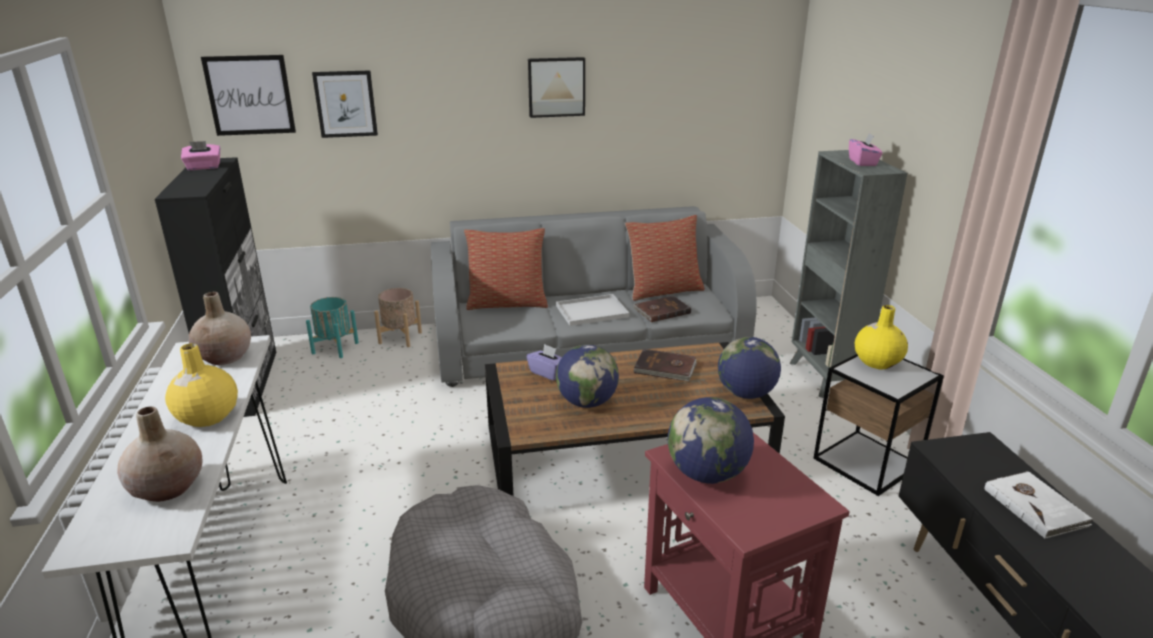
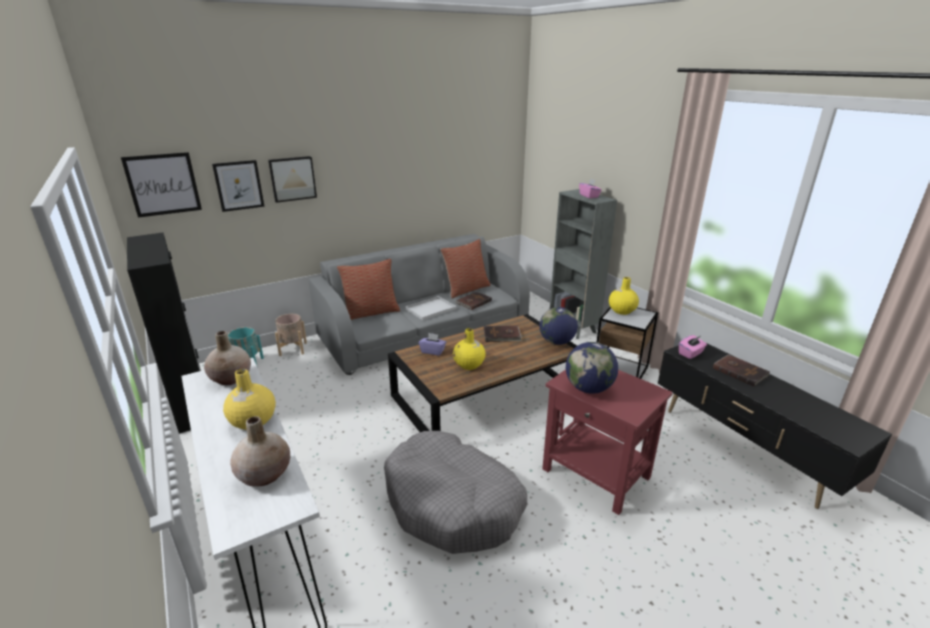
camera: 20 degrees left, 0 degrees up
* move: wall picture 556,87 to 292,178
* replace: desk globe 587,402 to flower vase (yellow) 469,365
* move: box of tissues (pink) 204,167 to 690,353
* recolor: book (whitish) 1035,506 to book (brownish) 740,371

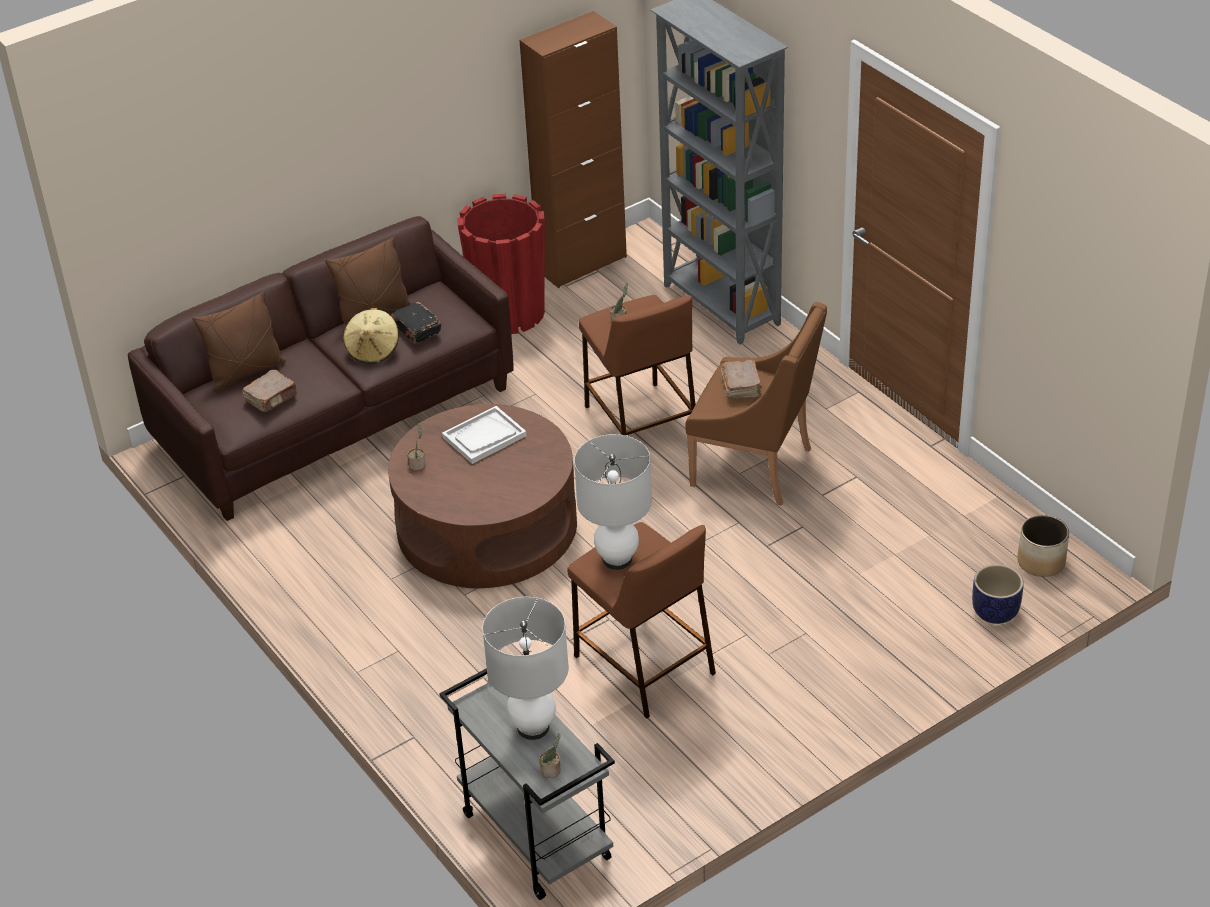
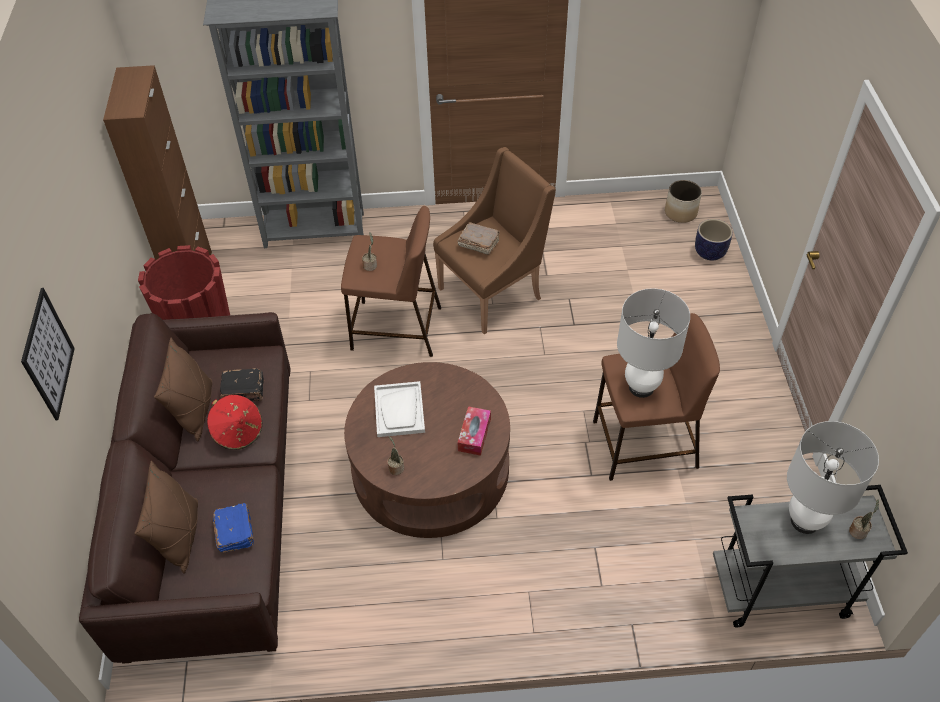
camera: 60 degrees left, 10 degrees up
* insert: wall picture 48,354
* recolor: clothing hat (beige-coloured) 373,350 to clothing hat (reddish) 238,431
* recolor: book (brownish) 271,398 to book (bluish) 235,531
* insert: box of tissues 474,435

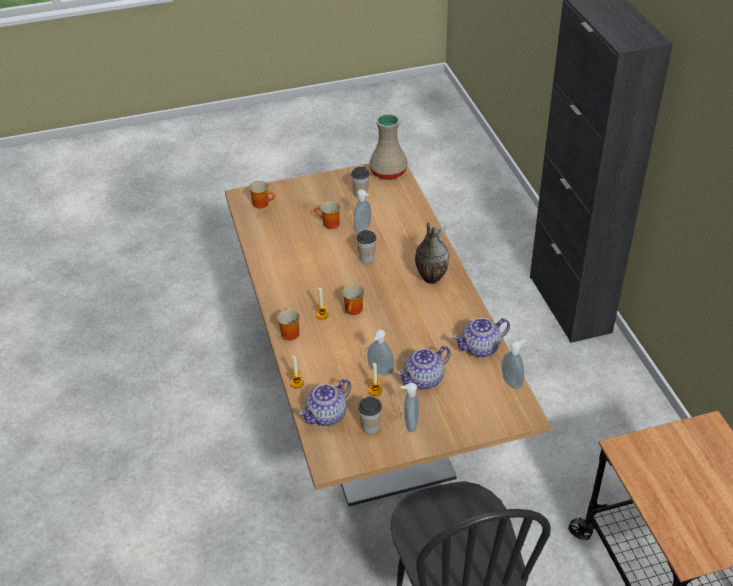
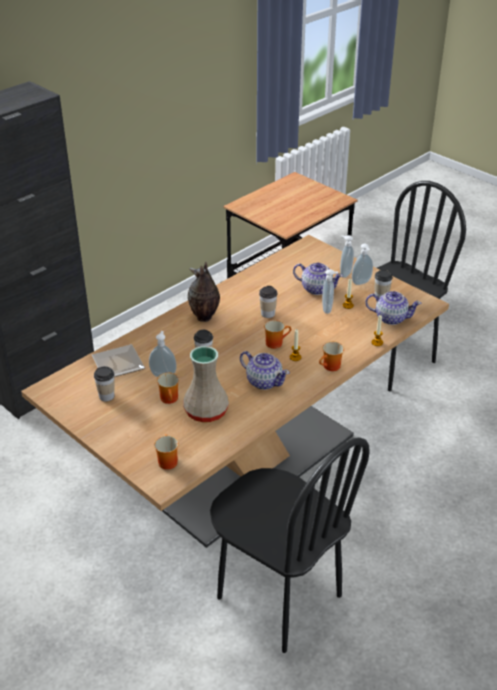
camera: 120 degrees left, 5 degrees down
* insert: flat dish 120,365
* move: flower vase (beige-coloured) 389,172 to 205,411
* insert: upright chair (blackish) 278,597
* move: pot for tea 481,348 to 264,381
* insert: drinking cup 267,314
* move: soap bottle 512,382 to 344,273

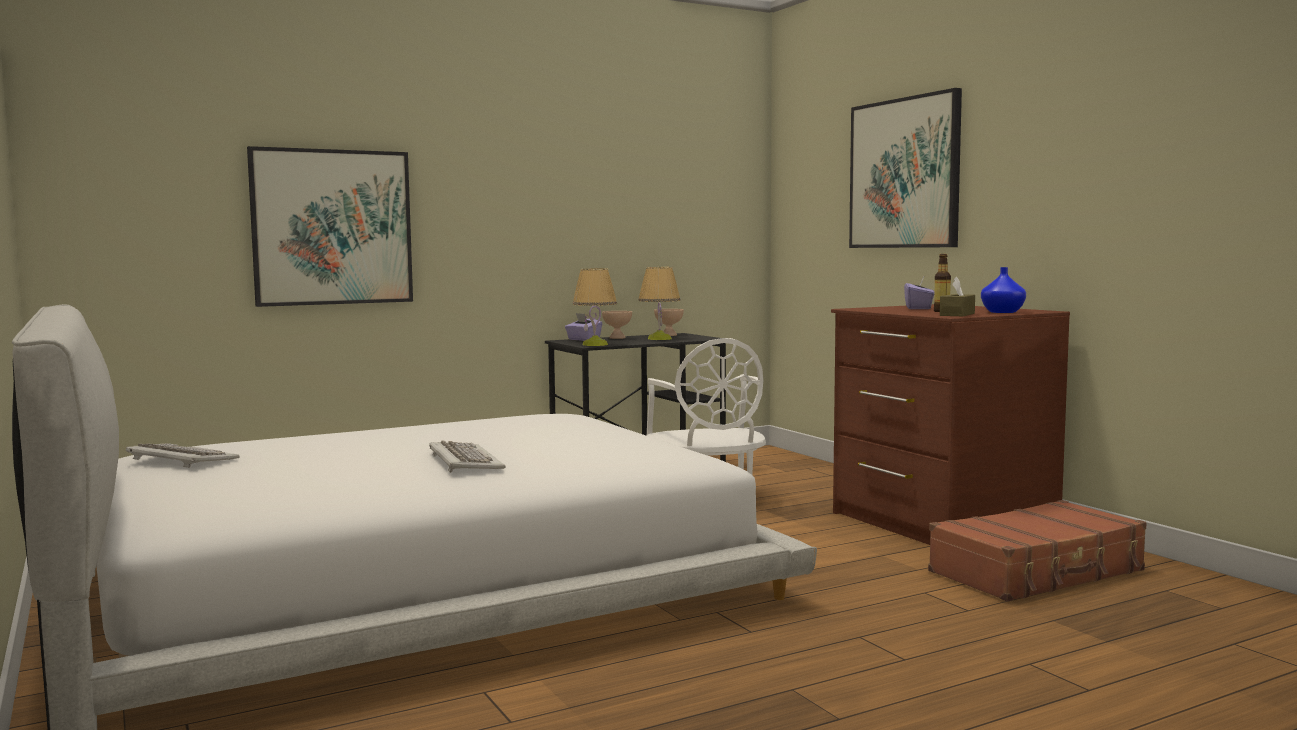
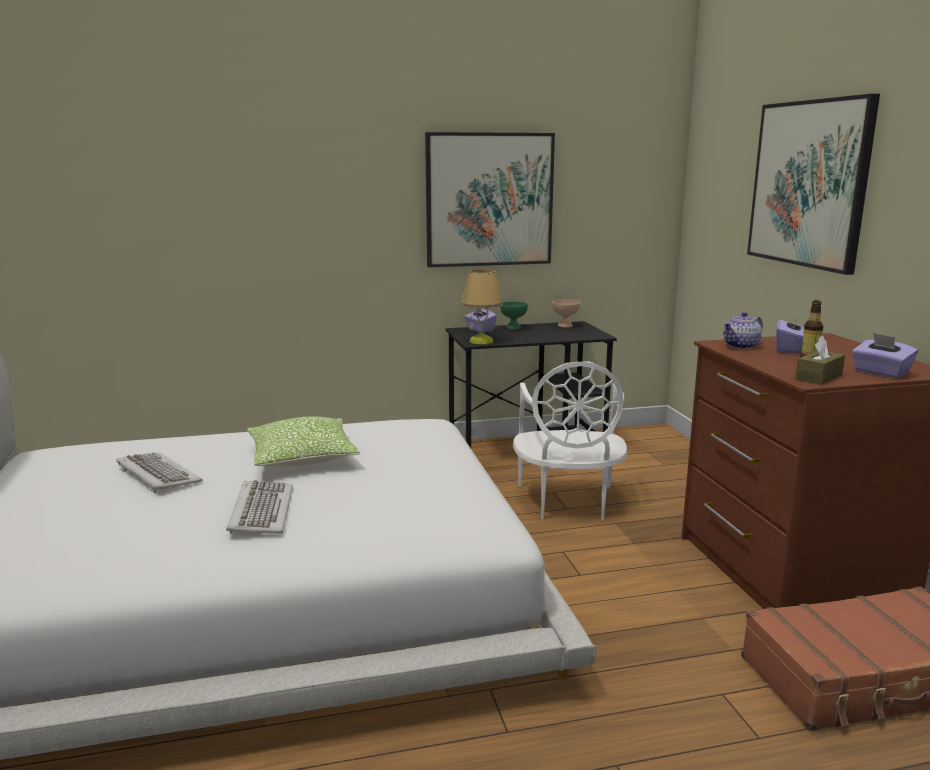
camera: 15 degrees right, 10 degrees up
* move: keyboard 181,459 to 157,475
* insert: pillow 302,458
* move: wall picture 332,227 to 489,200
* recolor: deep dish (beige-coloured) 617,338 to deep dish (green) 513,328
* insert: pot for tea 741,346
* replace: flower vase (bluish) 1003,312 to box of tissues (purple-coloured) 880,373
* delete: lamp for a table 659,339

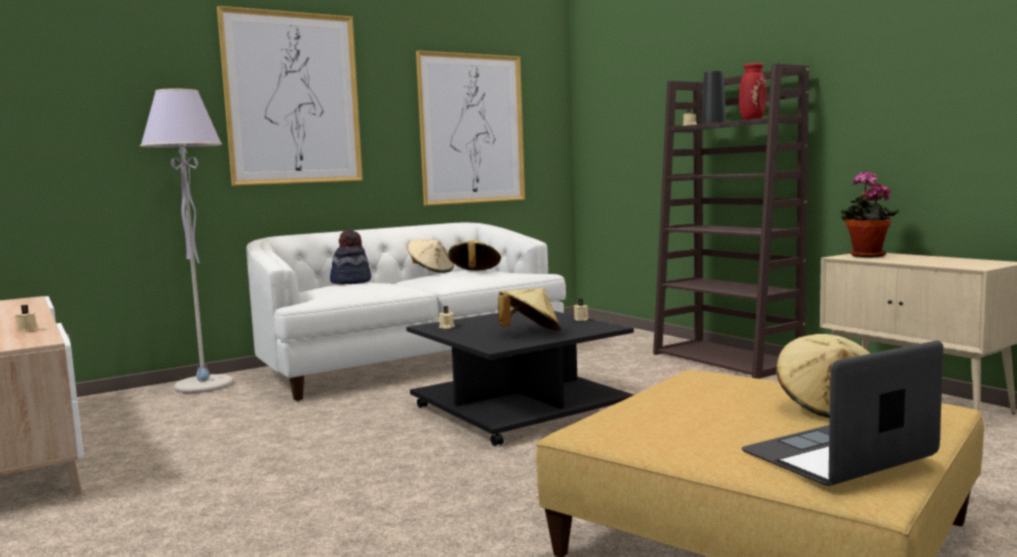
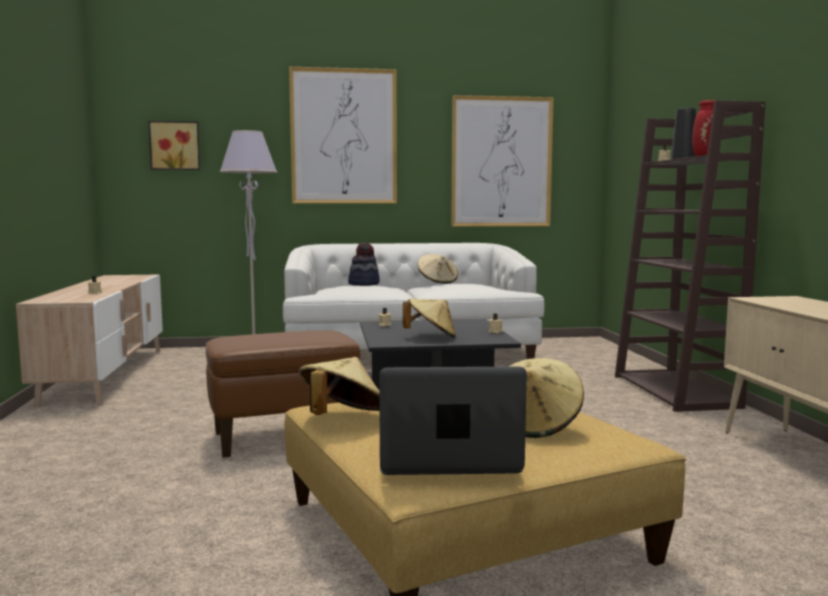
camera: 25 degrees right, 0 degrees up
* insert: wall picture 175,145
* insert: pouffe (brownish) 283,437
* move: clothing hat (beige-coloured) 474,273 to 342,418
* delete: potted plant 865,256

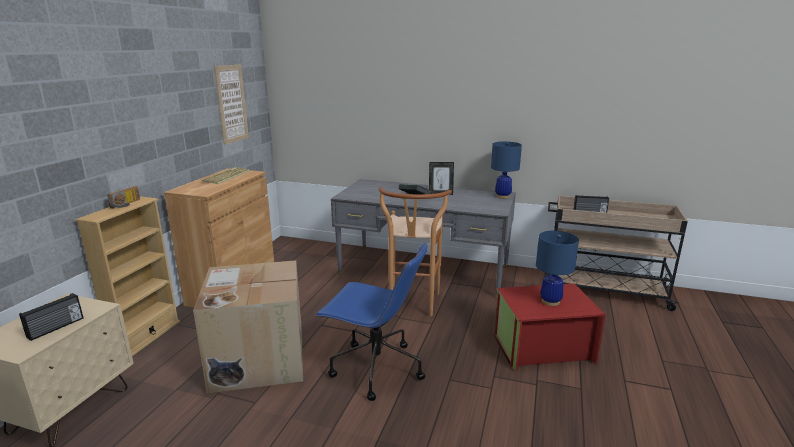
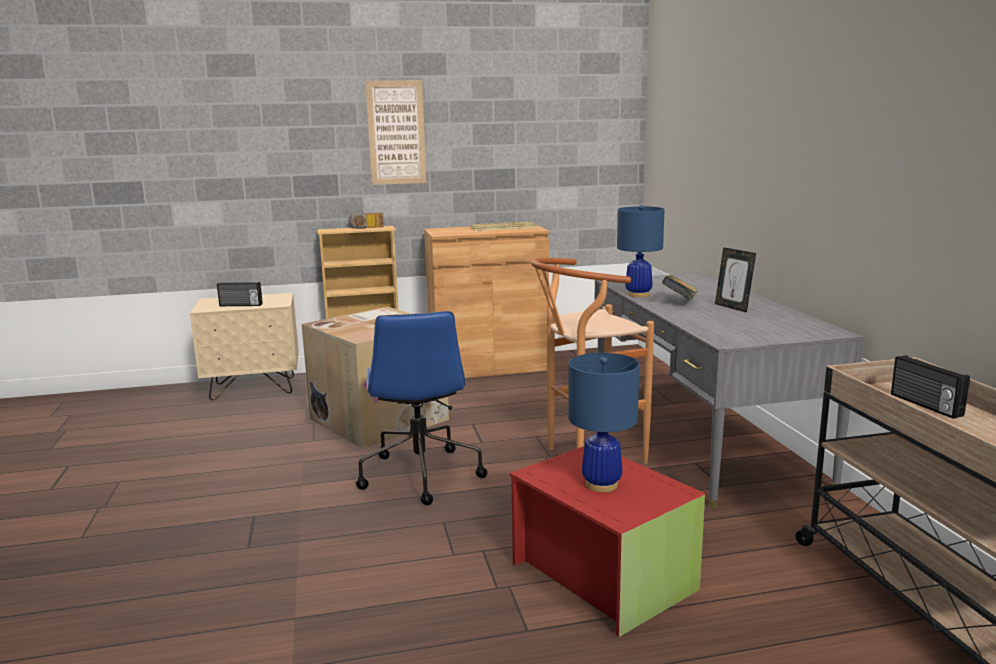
camera: 60 degrees right, 5 degrees down
* move: wall picture 232,104 to 396,133
* move: lamp for a table (bluish) 502,196 to 638,294

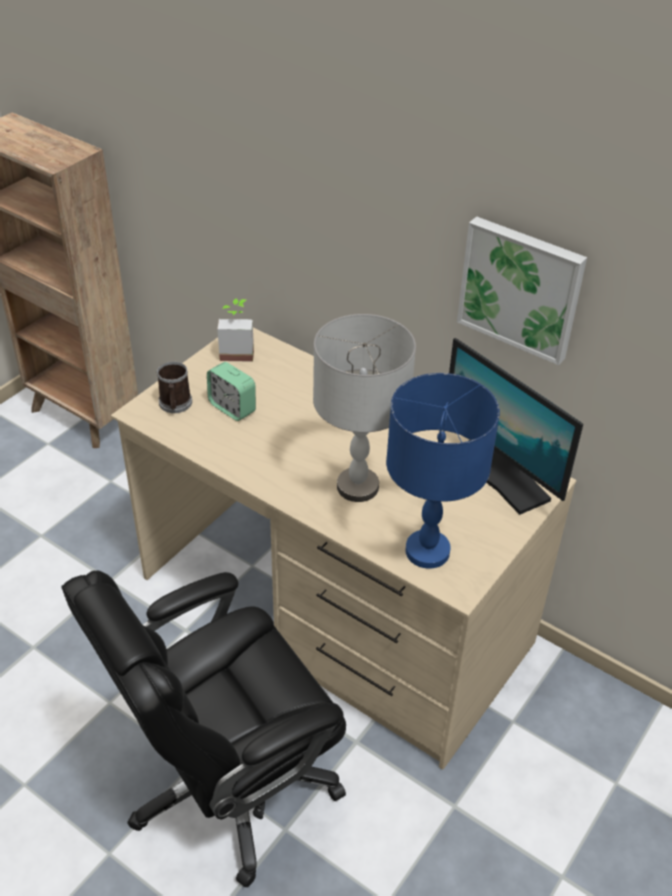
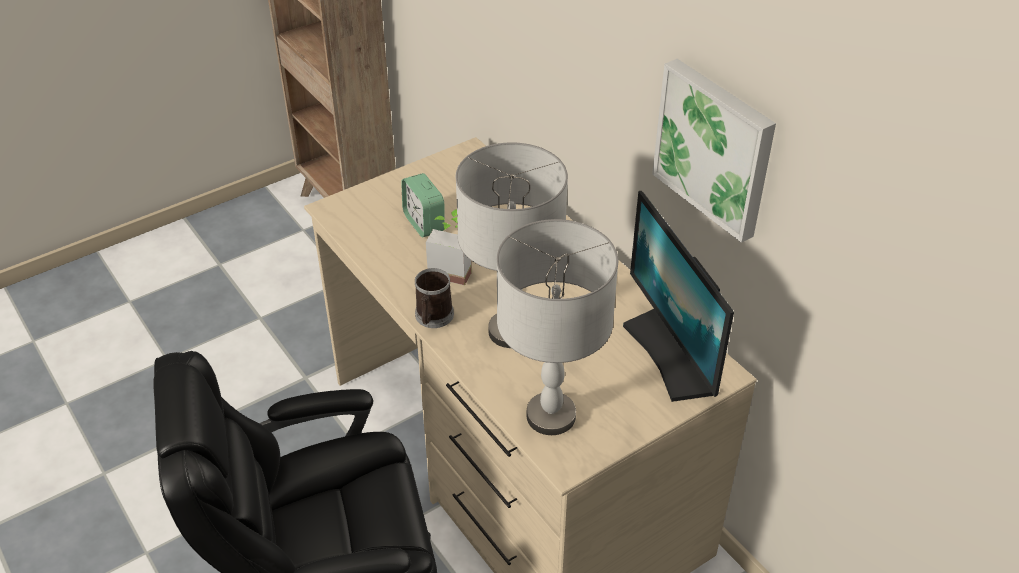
camera: 20 degrees right, 0 degrees up
* move: tea mug 175,405 to 433,317
* move: potted plant 237,351 to 452,269
* recolor: lamp for a table (bluish) 427,552 to lamp for a table (gray) 551,417

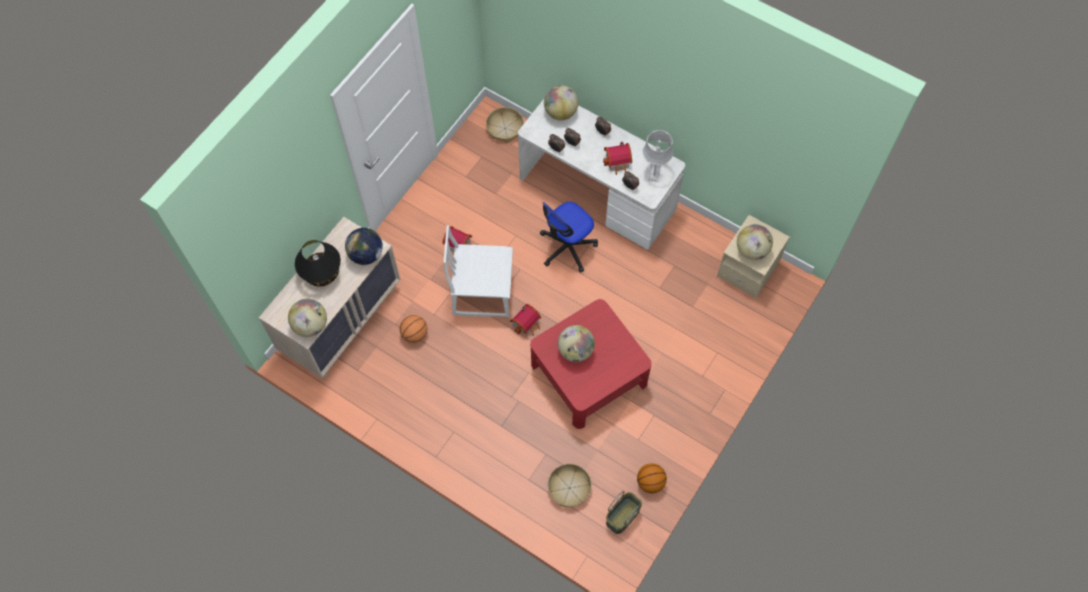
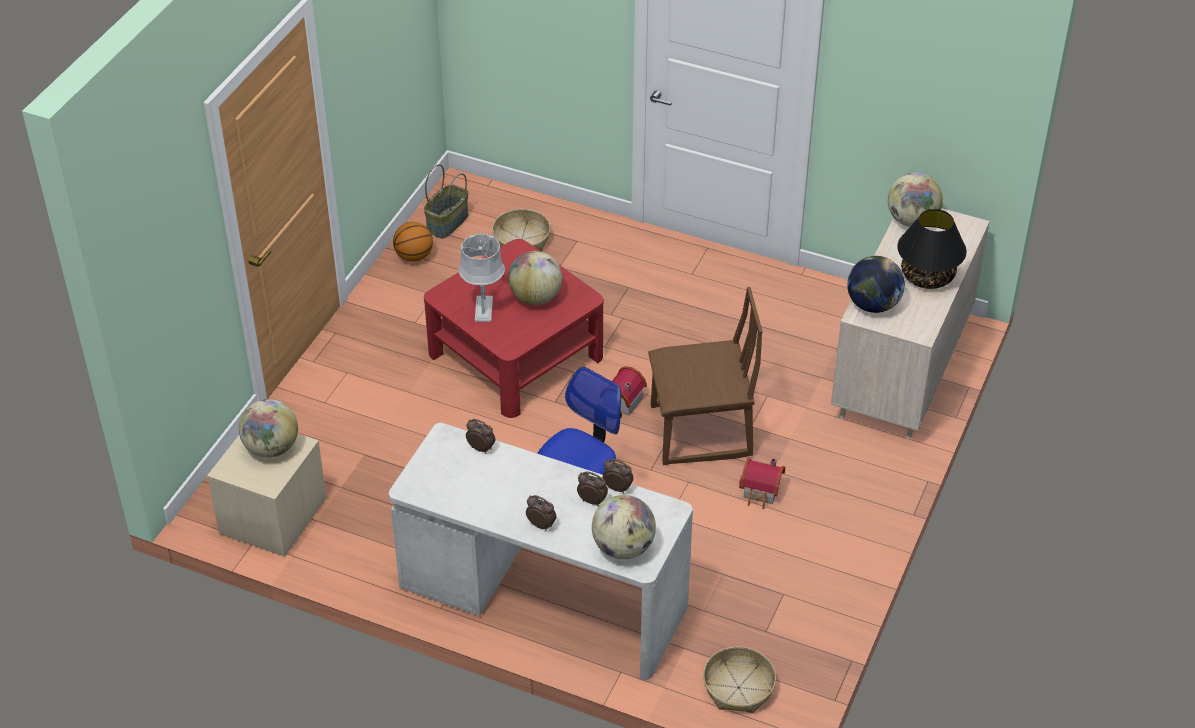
camera: 170 degrees right, 20 degrees down
* move: lamp for a table (gray) 654,171 to 483,309
* recolor: upright chair (whitish) 482,292 to upright chair (brownish) 701,432
* delete: basketball 414,334
* delete: toy house 618,162

